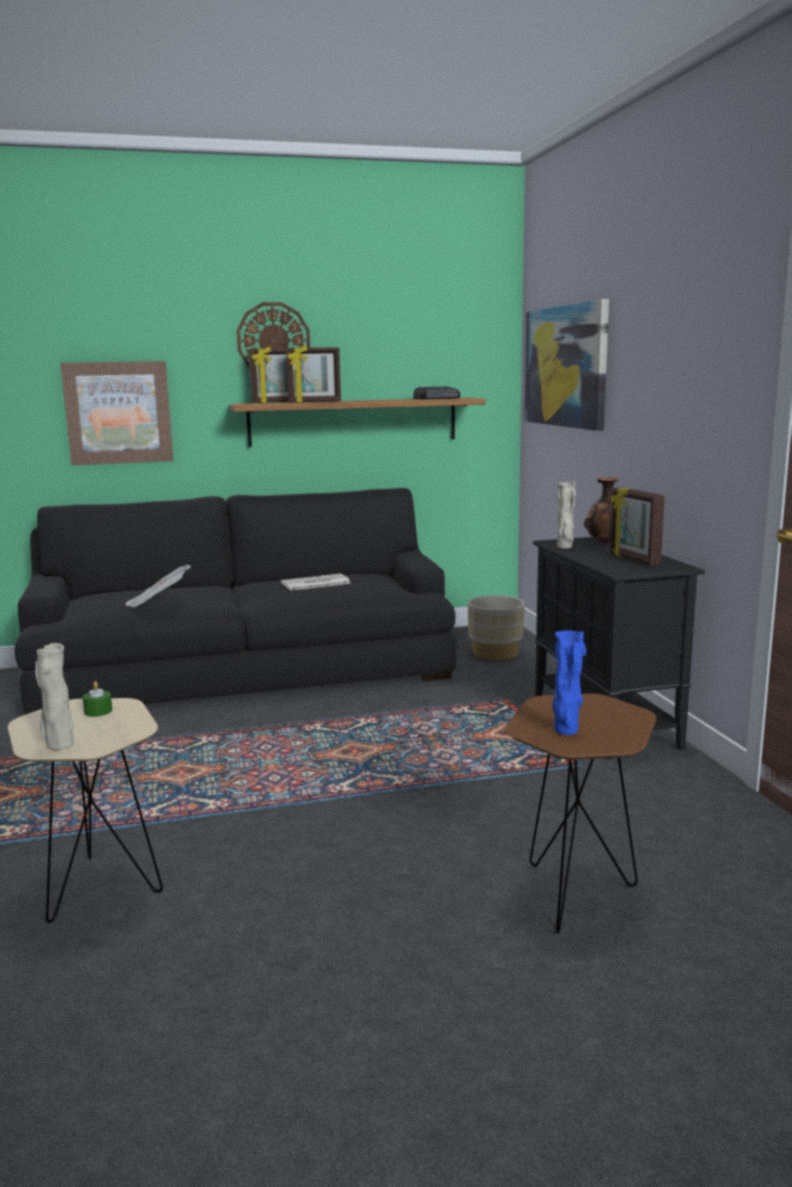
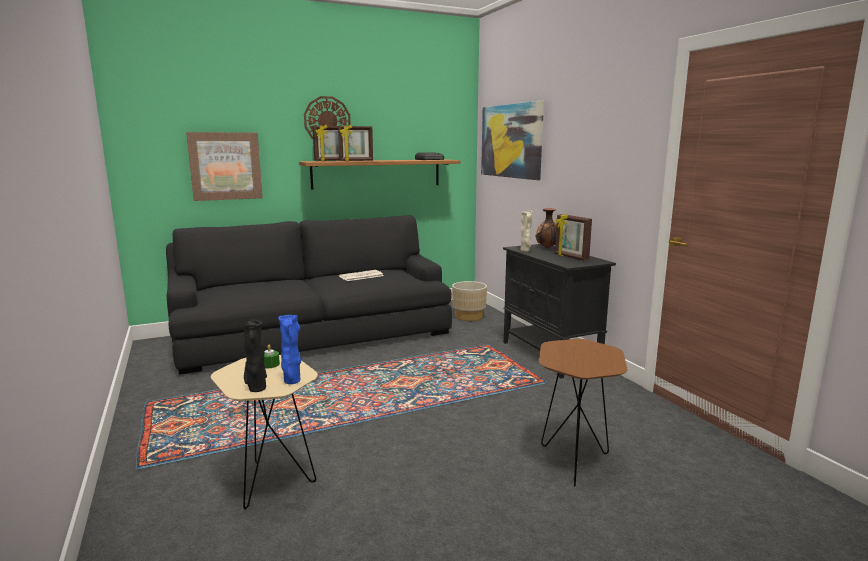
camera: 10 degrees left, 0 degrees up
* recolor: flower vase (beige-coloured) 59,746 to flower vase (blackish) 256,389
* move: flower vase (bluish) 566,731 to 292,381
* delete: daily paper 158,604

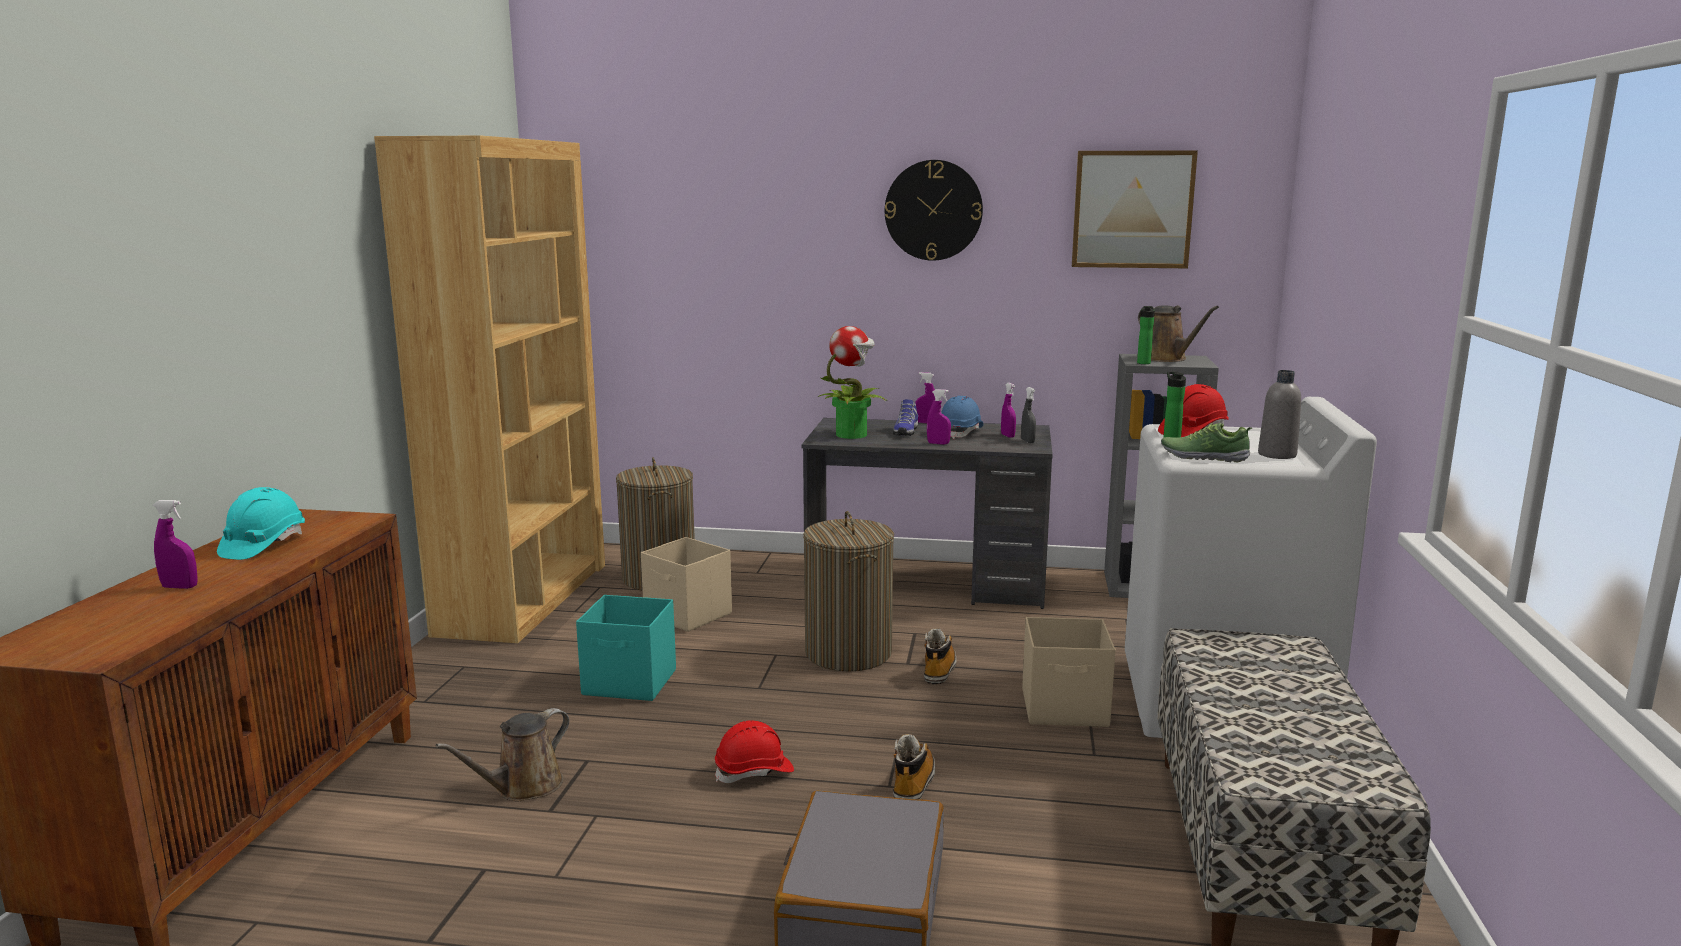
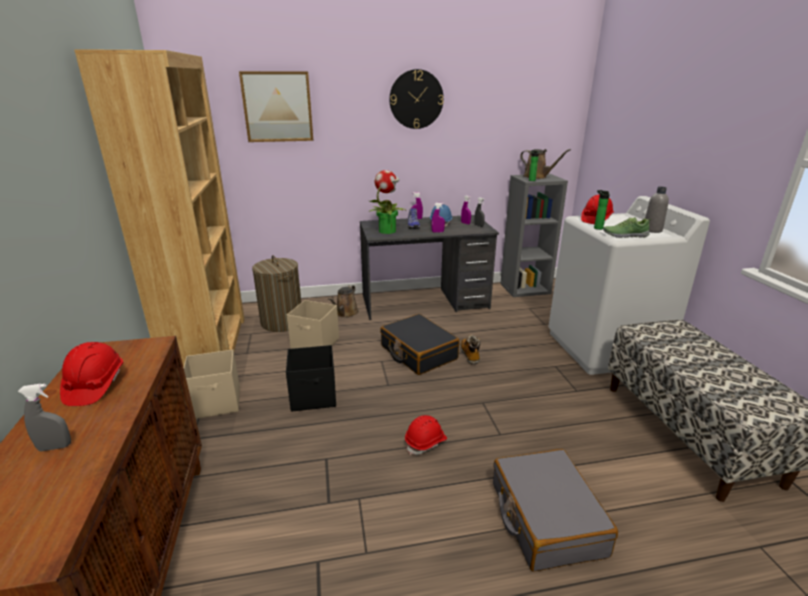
camera: 20 degrees left, 10 degrees up
* recolor: hand sprayer (purple-coloured) 180,587 to hand sprayer (gray) 55,447
* recolor: safety helmet (turquoise) 263,545 to safety helmet (reddish) 95,386
* move: storage container (beige-coloured) 1066,708 to 217,403
* move: wall picture 1132,209 to 277,107
* recolor: storage container (turquoise) 630,683 to storage container (blackish) 314,397
* move: sprinkling can (brownish) 523,787 to 345,313
* replace: washing basket 848,653 to suitcase (blackish) 418,353
* delete: tall boot 913,783

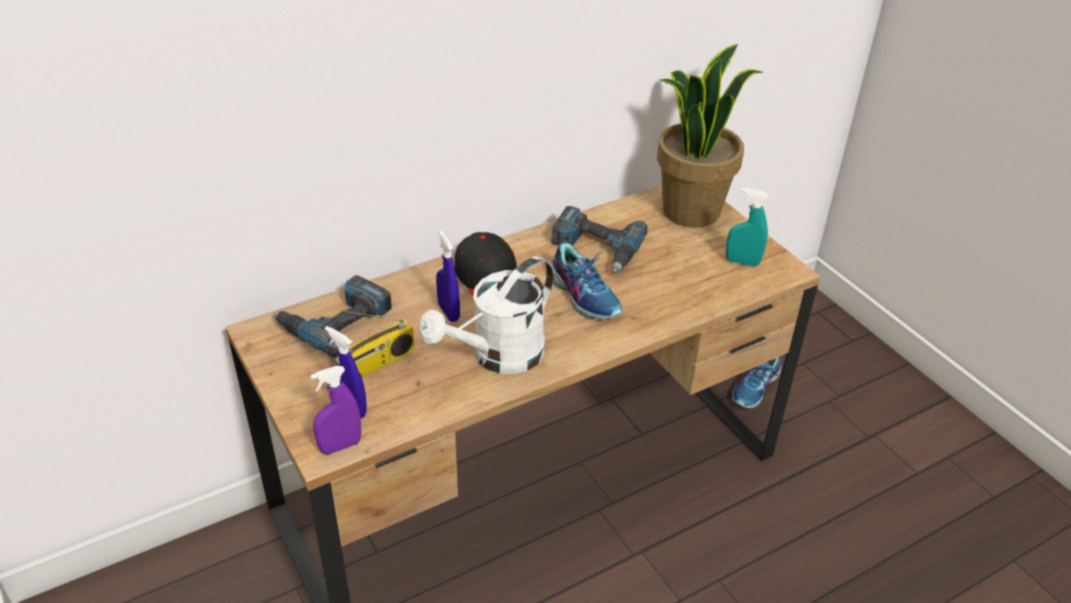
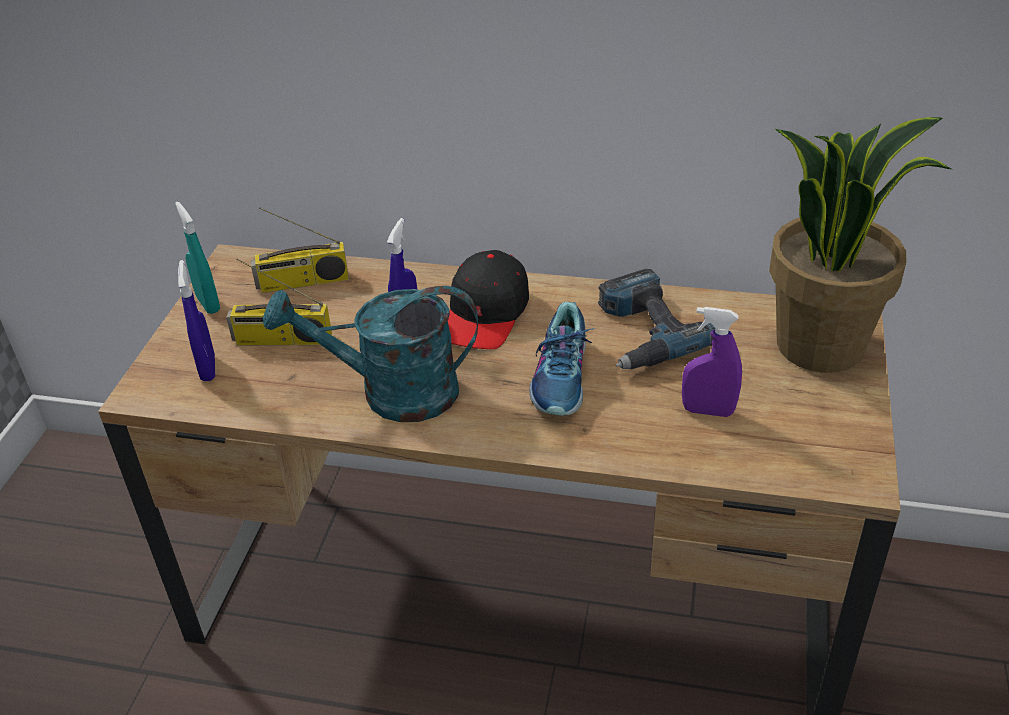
camera: 45 degrees right, 0 degrees up
* move: hand sprayer (turquoise) 742,262 to 208,304
* replace: electric drill 335,321 to radio set 302,282
* recolor: sprinkling can (whitish) 498,357 to sprinkling can (turquoise) 392,393
* move: hand sprayer (purple-coloured) 340,446 to 708,411
* delete: low shoe 756,388

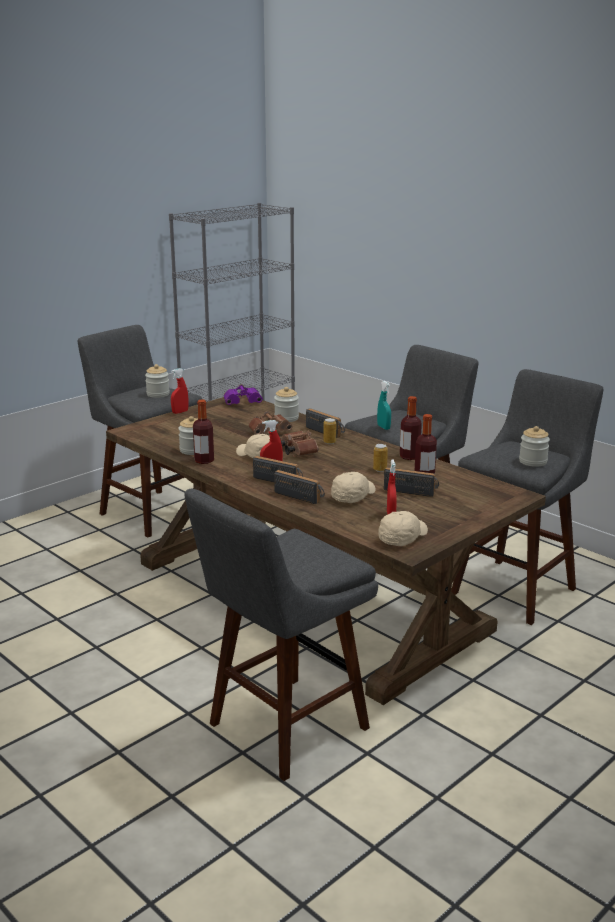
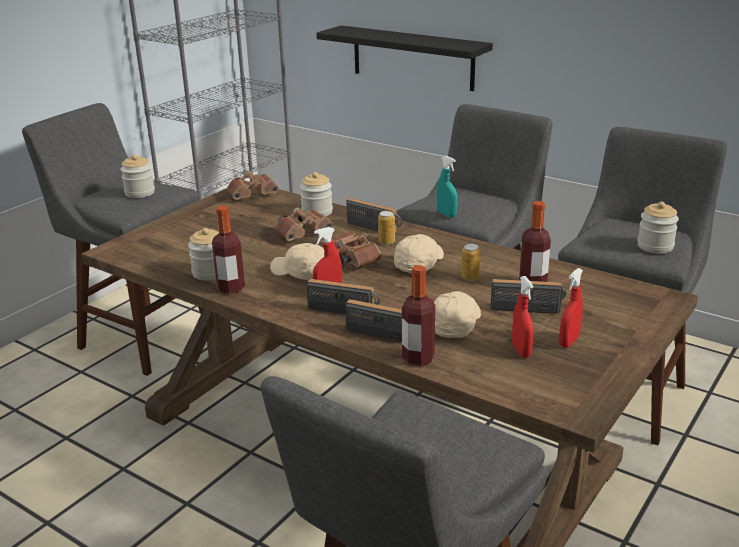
camera: 10 degrees left, 5 degrees up
* recolor: field glasses (purple-coloured) 243,403 to field glasses (brownish) 254,195
* insert: bracket shelf (blackish) 412,57
* move: baseball cap (beige-coloured) 402,537 to 418,263
* move: beverage bottle 409,457 to 418,358
* move: hand sprayer (reddish) 180,412 to 569,342

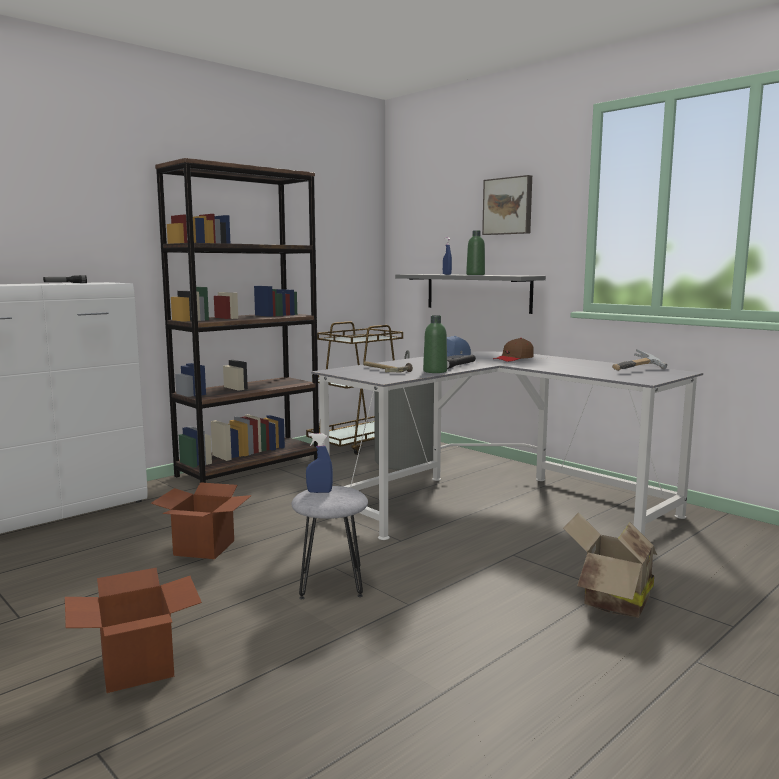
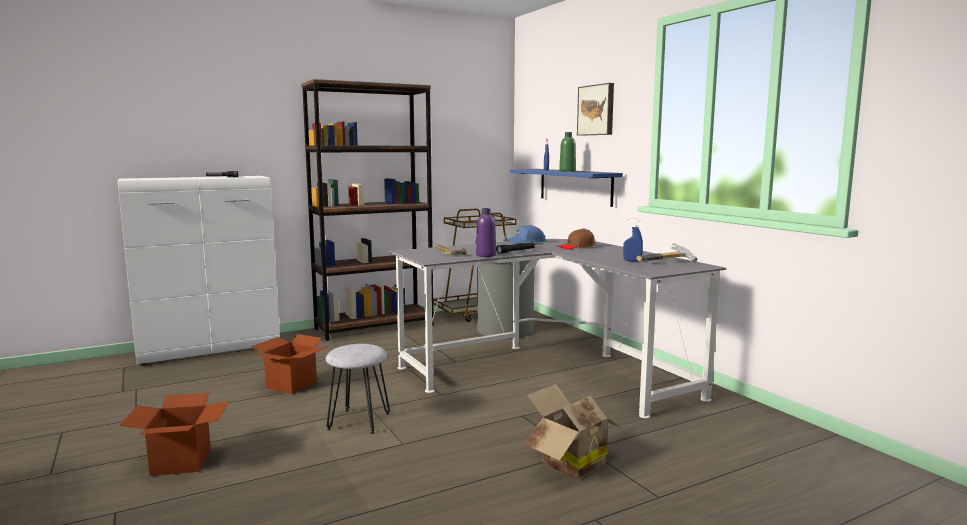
camera: 15 degrees right, 0 degrees up
* recolor: beverage bottle (green) 435,371 to beverage bottle (purple-coloured) 486,255
* recolor: bracket shelf (gray) 477,292 to bracket shelf (bluish) 575,186
* move: hand sprayer (bluish) 319,492 to 632,261

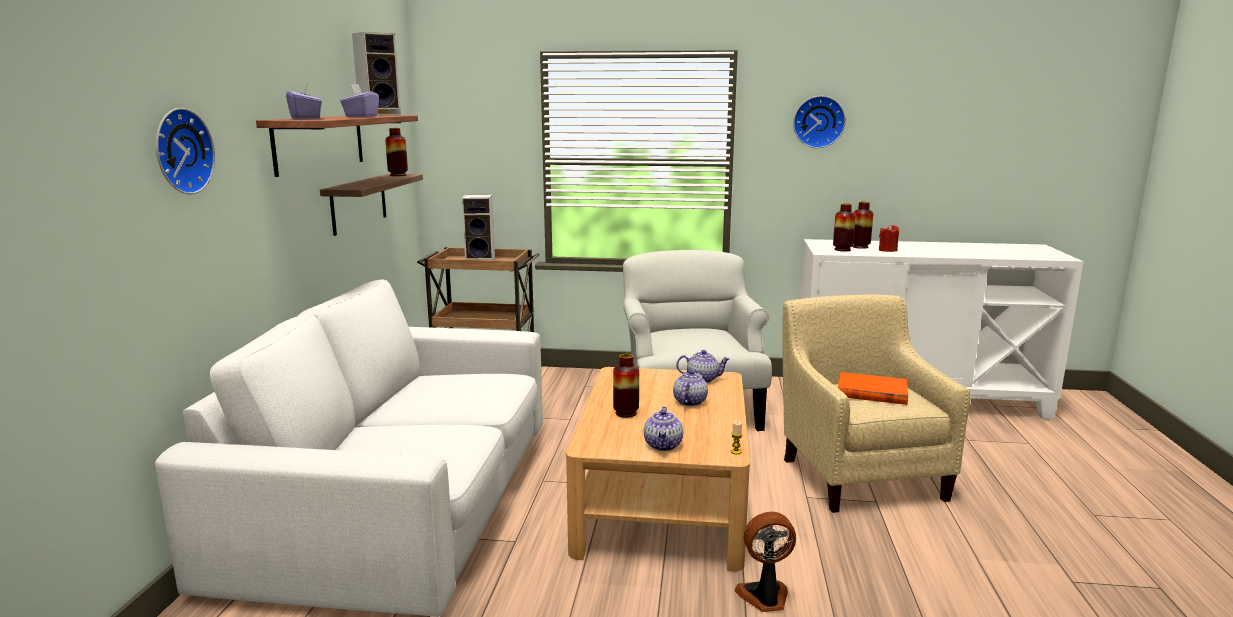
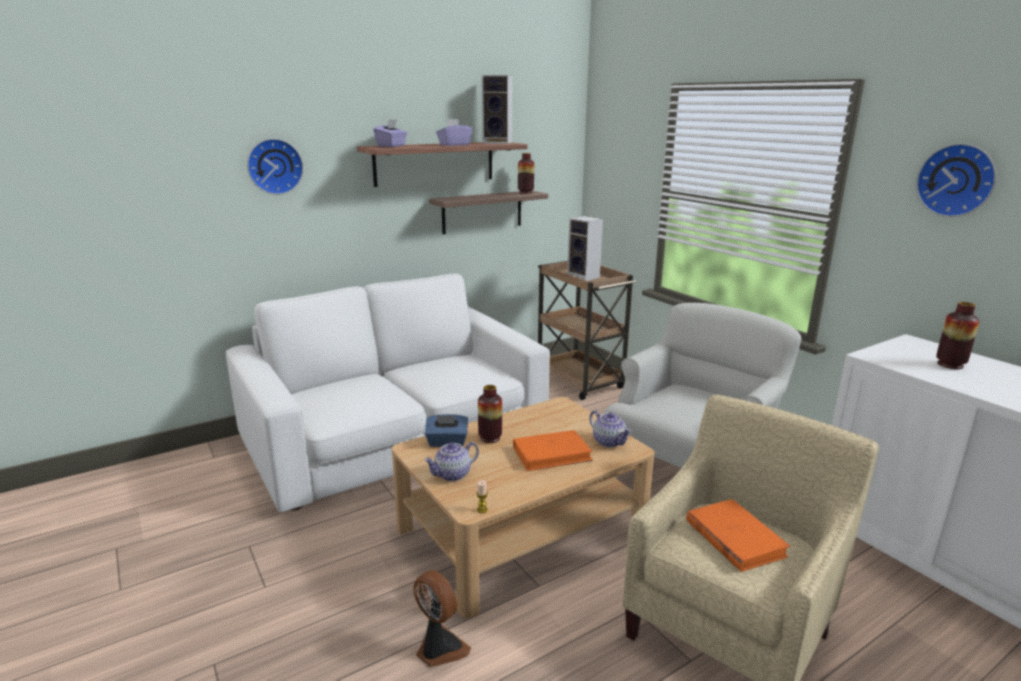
camera: 50 degrees right, 5 degrees up
* insert: box of tissues (bluish) 447,442
* replace: pot for tea 689,401 to book (orange-coloured) 552,454
* delete: flower vase 842,249
* delete: wax candle (reddish) 887,250

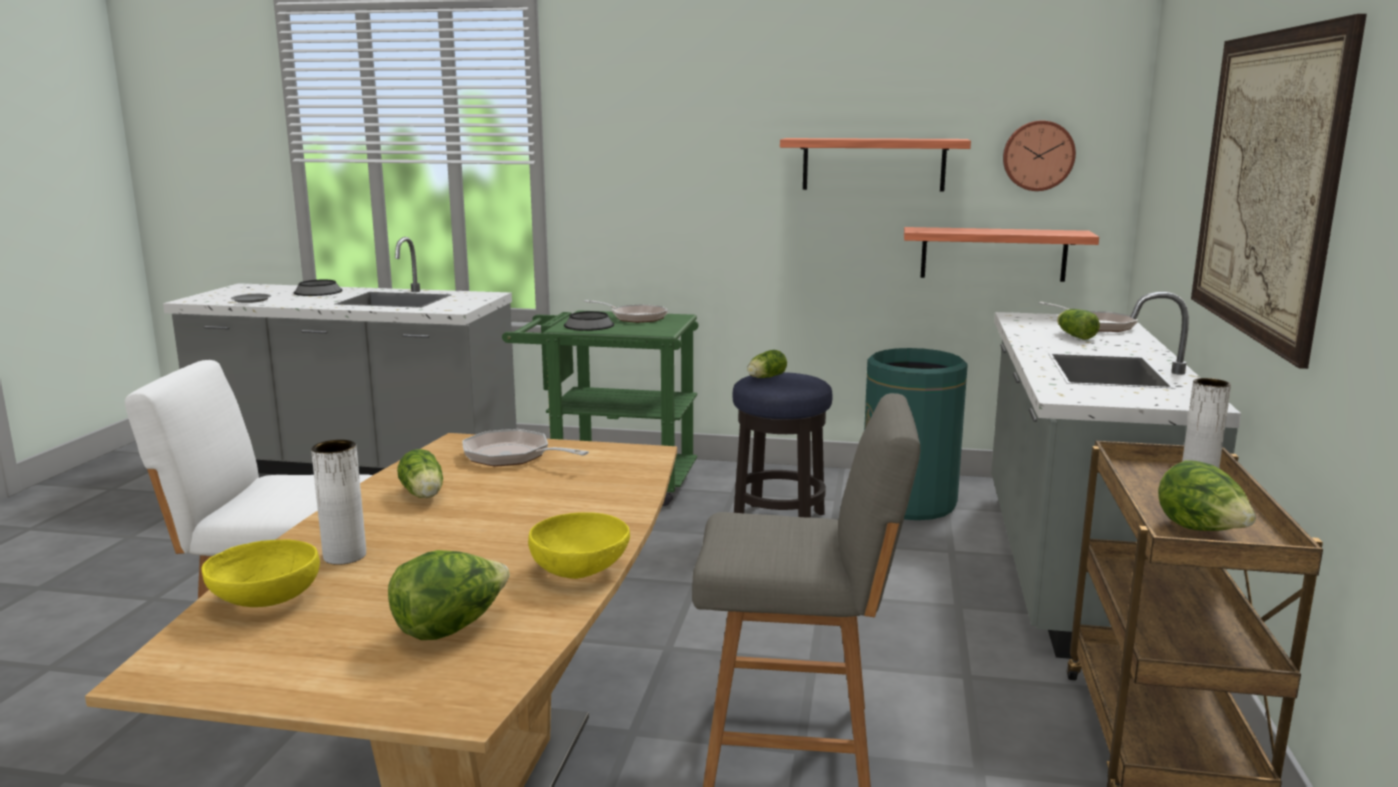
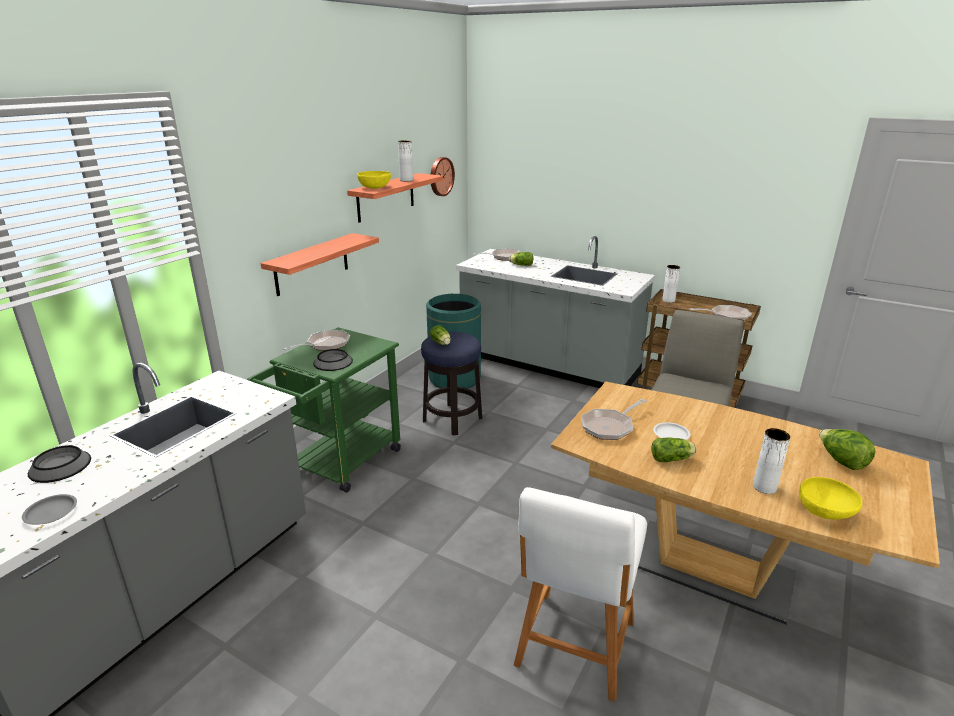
camera: 70 degrees left, 10 degrees up
* move: bracket shelf 993,254 to 312,264
* move: deep dish (yellow) 581,570 to 375,187
* insert: flower vase (whitish) 406,180
* insert: flat dish (whitish) 670,434
* replace: head of lettuce 1201,531 to skillet 726,316
* delete: wall picture 1265,184

